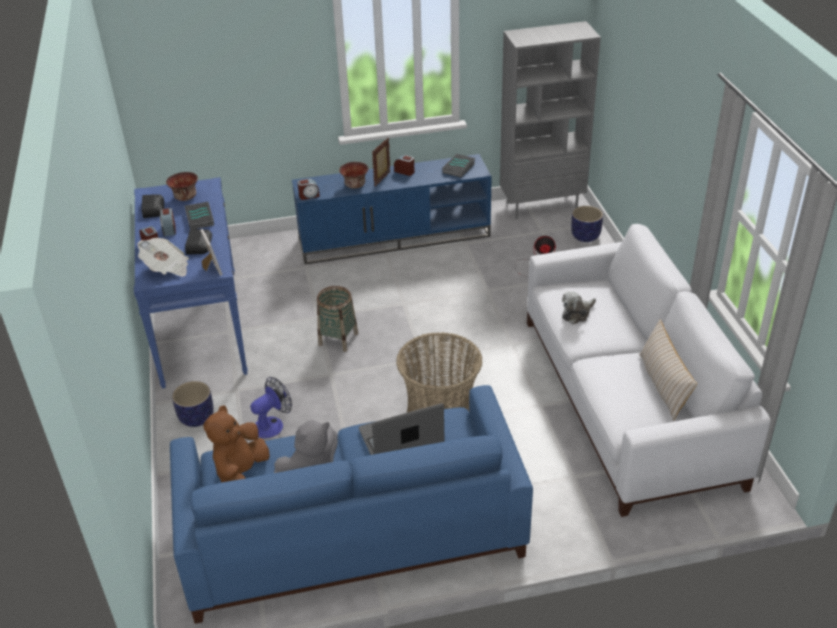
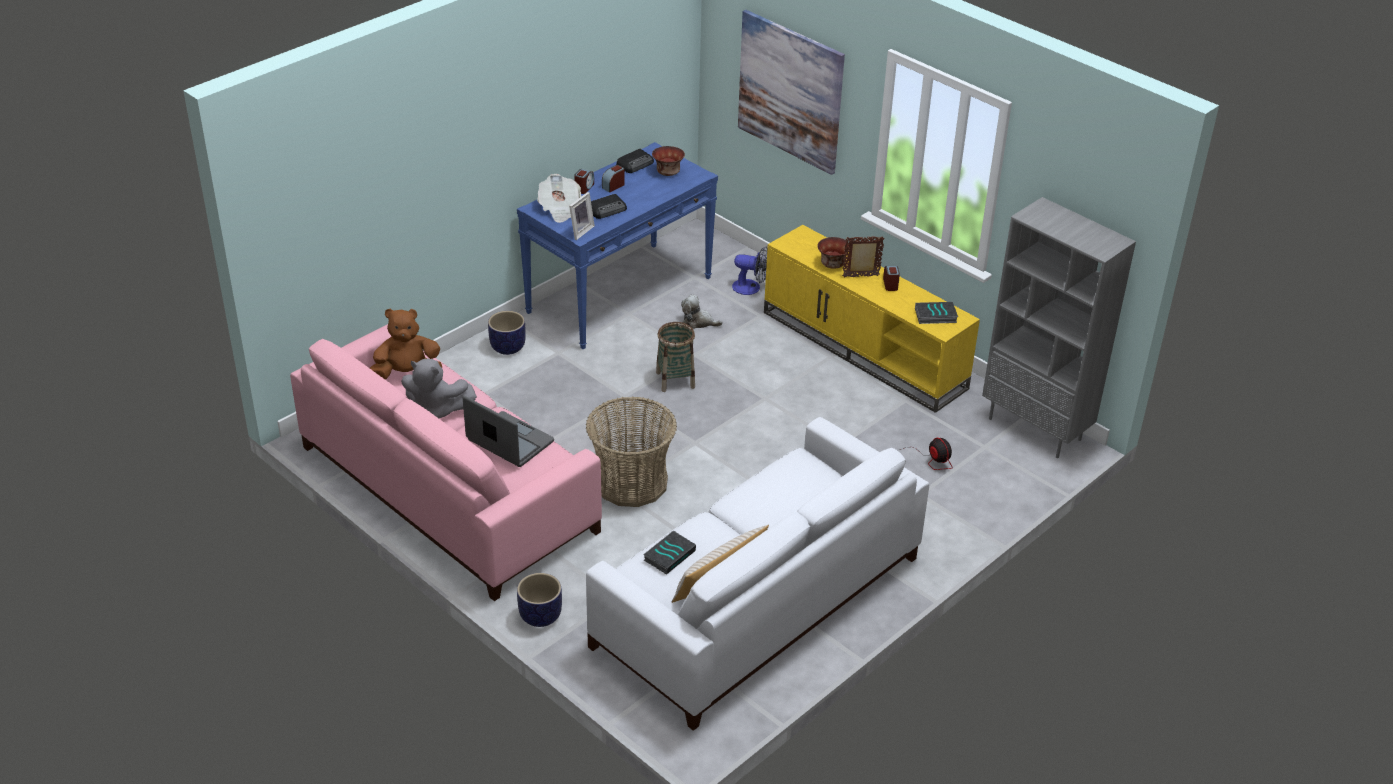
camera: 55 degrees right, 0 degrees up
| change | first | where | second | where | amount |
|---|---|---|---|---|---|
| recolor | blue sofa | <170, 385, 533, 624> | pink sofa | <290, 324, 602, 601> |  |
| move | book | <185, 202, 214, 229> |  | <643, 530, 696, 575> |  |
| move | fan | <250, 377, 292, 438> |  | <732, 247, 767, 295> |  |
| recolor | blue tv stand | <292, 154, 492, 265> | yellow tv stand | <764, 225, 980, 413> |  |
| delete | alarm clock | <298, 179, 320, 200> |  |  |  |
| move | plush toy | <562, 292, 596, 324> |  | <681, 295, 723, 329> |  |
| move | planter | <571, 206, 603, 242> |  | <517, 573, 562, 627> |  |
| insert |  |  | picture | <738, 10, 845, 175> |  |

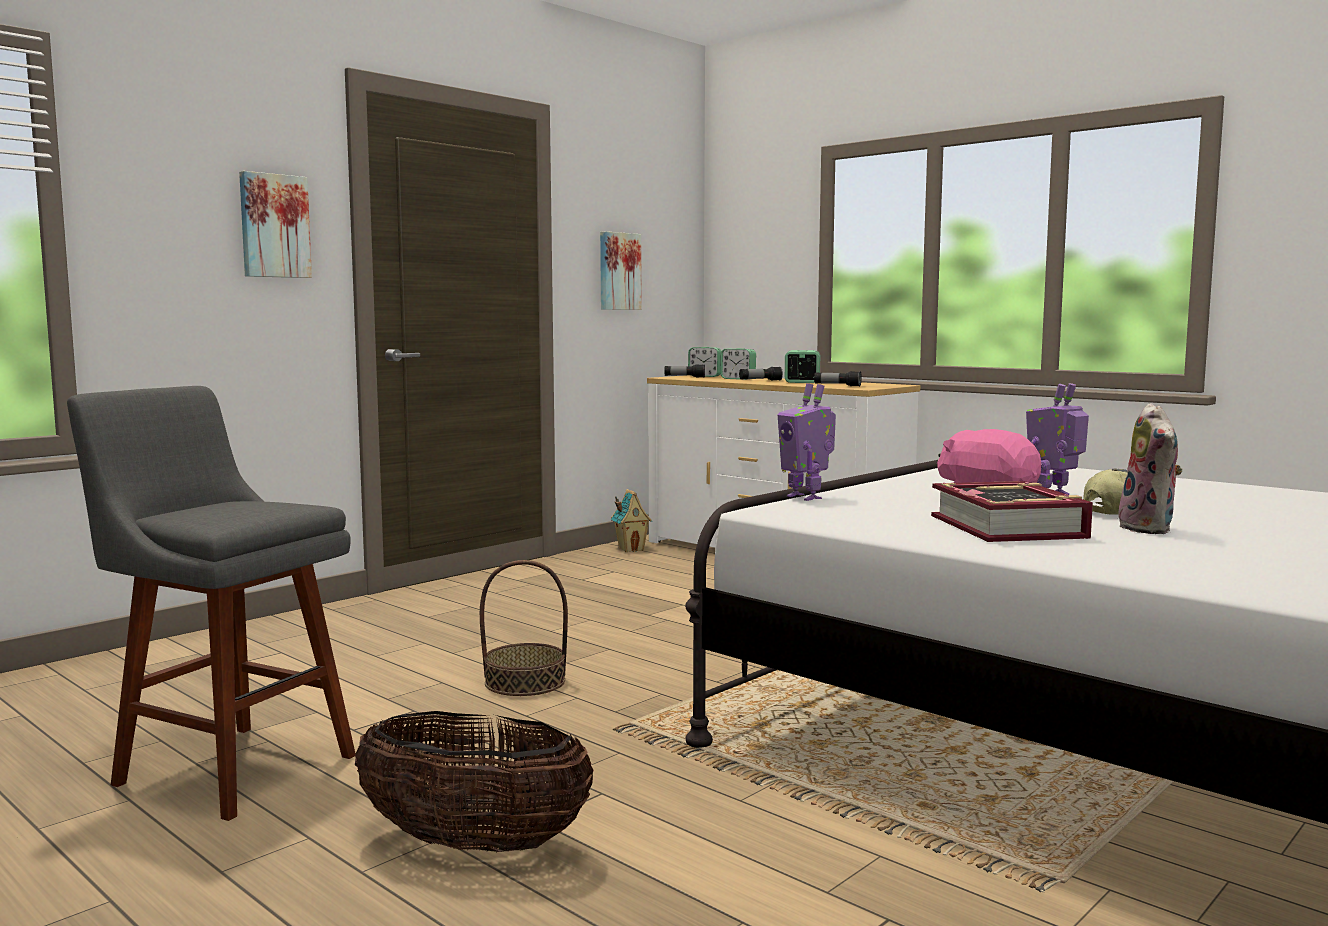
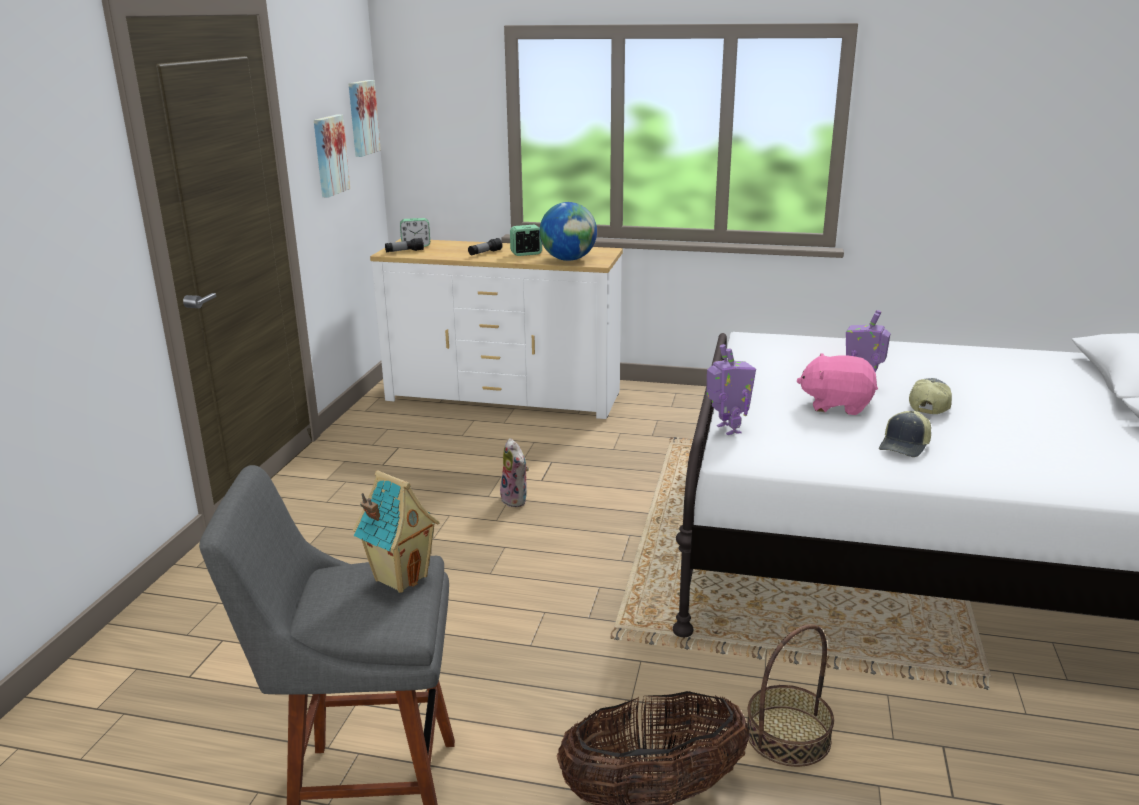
camera: 30 degrees left, 15 degrees up
| change | first | where | second | where | amount |
|---|---|---|---|---|---|
| move | picture | <239, 171, 312, 278> |  | <348, 80, 381, 157> |  |
| move | basket | <480, 560, 568, 696> |  | <747, 624, 834, 767> |  |
| move | toy house | <610, 489, 652, 552> |  | <353, 470, 440, 593> |  |
| delete | alarm clock | <720, 348, 756, 380> |  |  |  |
| rotate | toy robot | <778, 383, 836, 501> |  | <706, 344, 756, 435> | 135 degrees counterclockwise |
| replace | flashlight | <814, 371, 862, 386> | globe | <540, 202, 597, 261> |  |
| replace | book | <931, 481, 1093, 542> | cap | <879, 411, 931, 457> |  |
| move | plush toy | <1119, 403, 1182, 534> |  | <499, 438, 529, 507> |  |

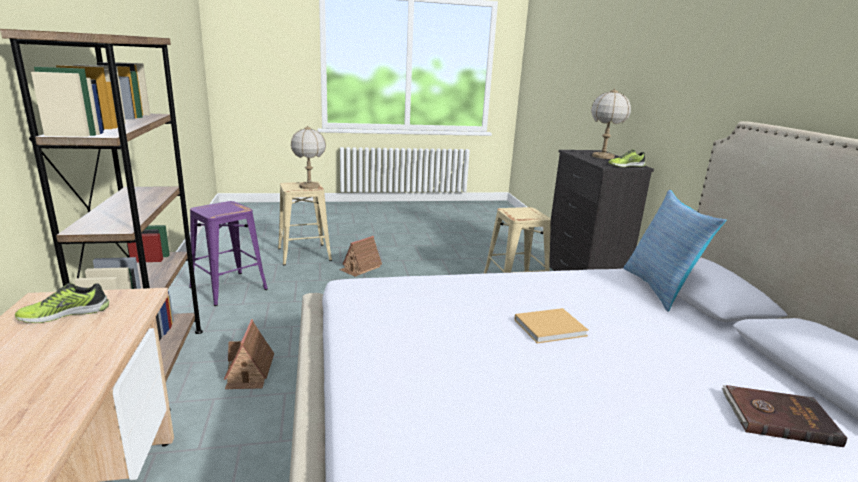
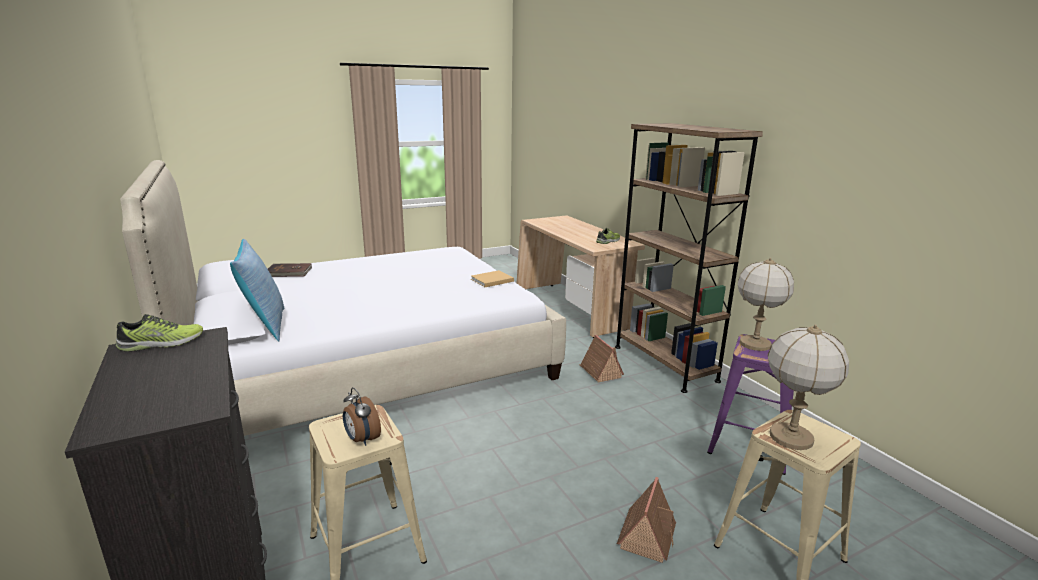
camera: 165 degrees right, 0 degrees up
| change | first | where | second | where | amount |
|---|---|---|---|---|---|
| move | beige book | <514, 308, 589, 343> |  | <471, 270, 514, 287> |  |
| move | table lamp | <591, 88, 631, 159> |  | <738, 258, 794, 351> |  |
| insert |  |  | alarm clock | <343, 387, 381, 446> |  |

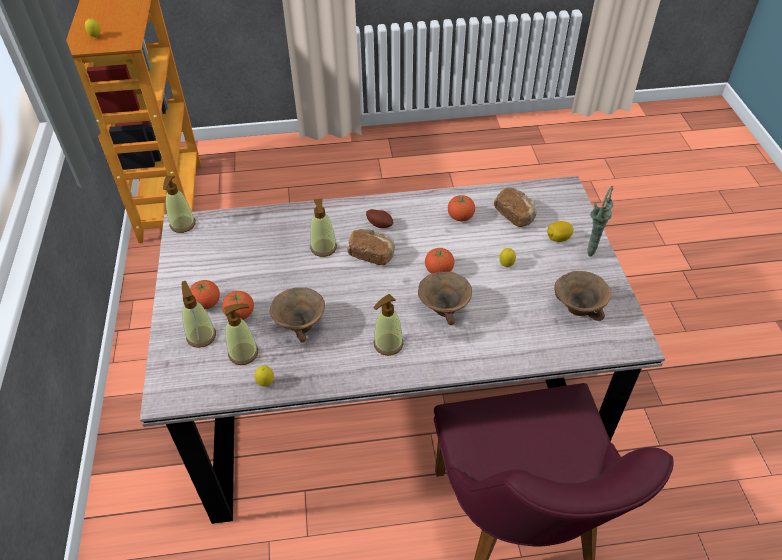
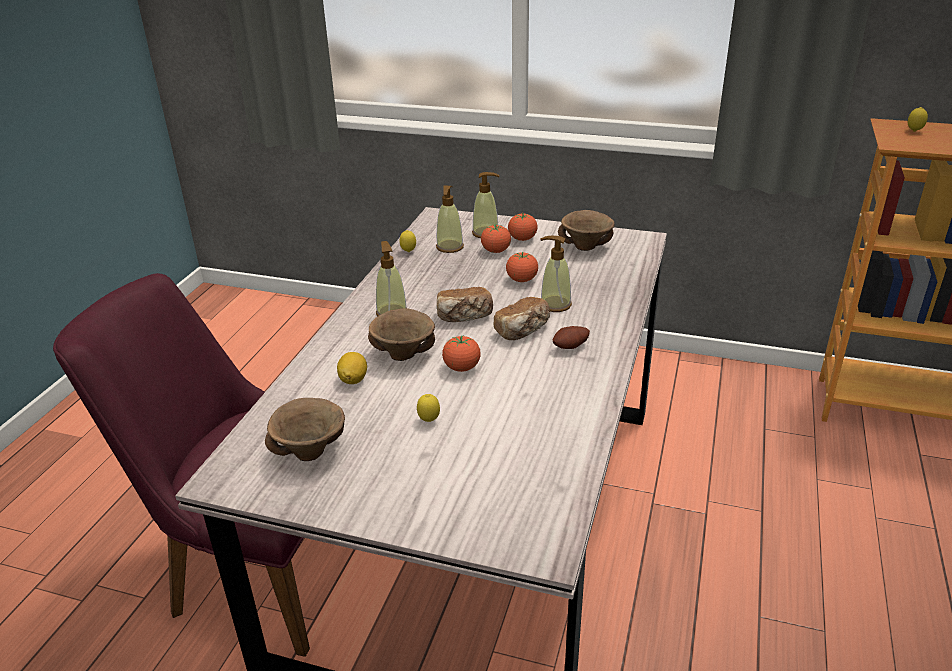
camera: 115 degrees right, 15 degrees down
| change | first | where | second | where | amount |
|---|---|---|---|---|---|
| delete | soap dispenser | <163, 176, 196, 233> |  |  |  |
| move | brown bowl | <270, 287, 325, 343> |  | <558, 210, 615, 251> |  |
| move | tomato | <448, 195, 475, 221> |  | <506, 252, 538, 282> |  |
| move | bread | <494, 187, 537, 227> |  | <437, 287, 493, 322> |  |
| move | lemon | <547, 221, 574, 242> |  | <337, 352, 367, 384> |  |
| delete | green vase | <587, 186, 613, 256> |  |  |  |

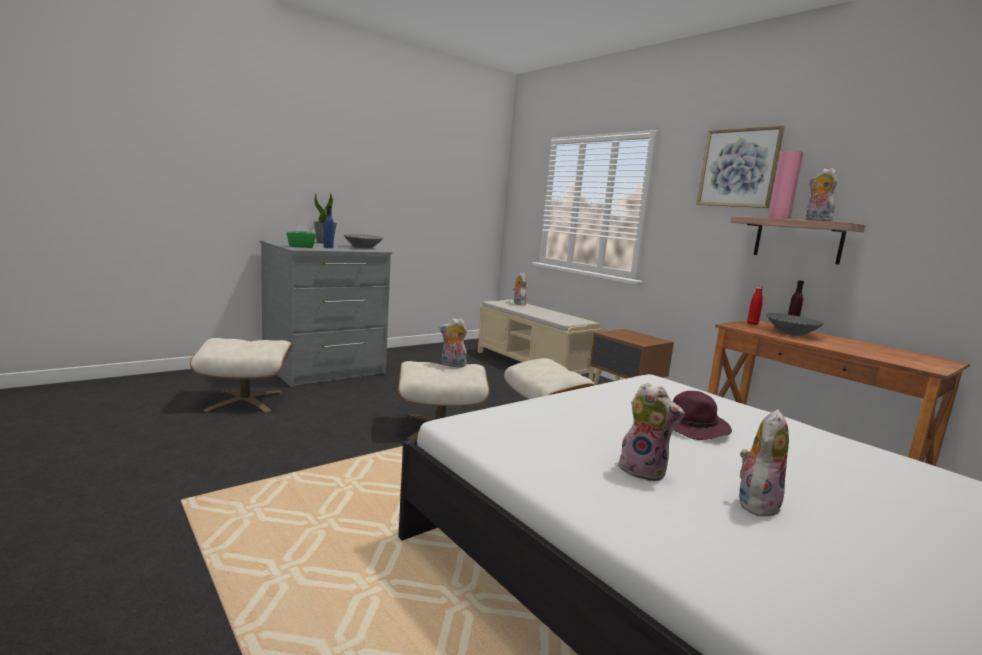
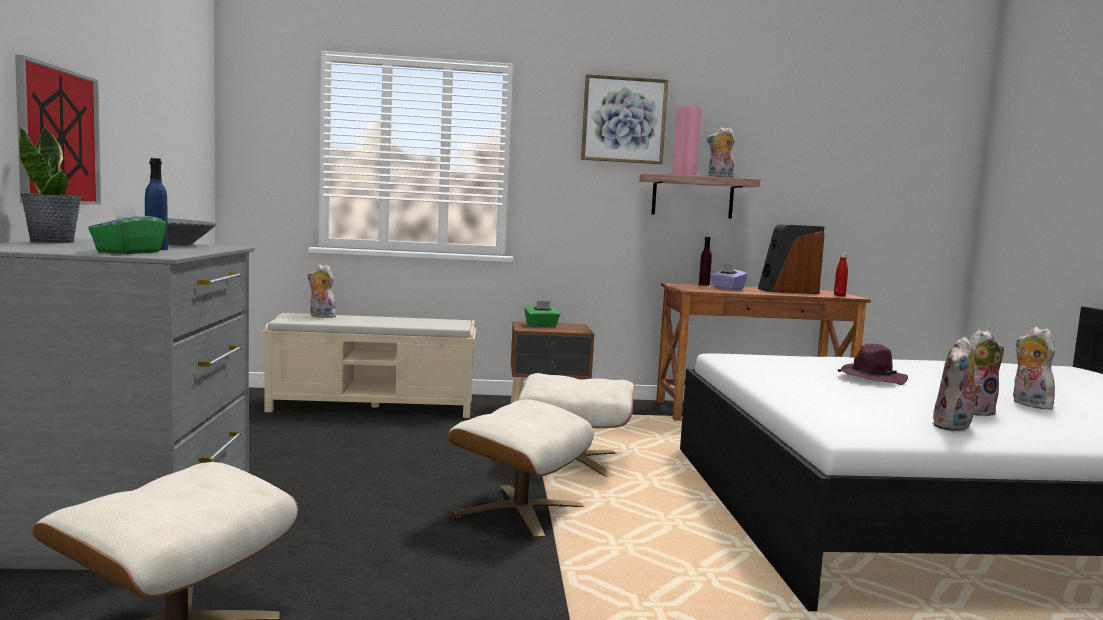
camera: 55 degrees left, 5 degrees down
| change | first | where | second | where | amount |
|---|---|---|---|---|---|
| move | plush toy | <440, 318, 467, 368> |  | <932, 337, 984, 432> |  |
| move | red bottle | <747, 285, 763, 325> |  | <834, 253, 848, 296> |  |
| replace | grey bowl | <766, 313, 823, 336> | purple tissue box | <710, 263, 747, 290> |  |
| insert |  |  | picture | <15, 55, 101, 205> |  |
| insert |  |  | green tissue box | <524, 301, 560, 327> |  |
| insert |  |  | speaker | <758, 224, 824, 294> |  |

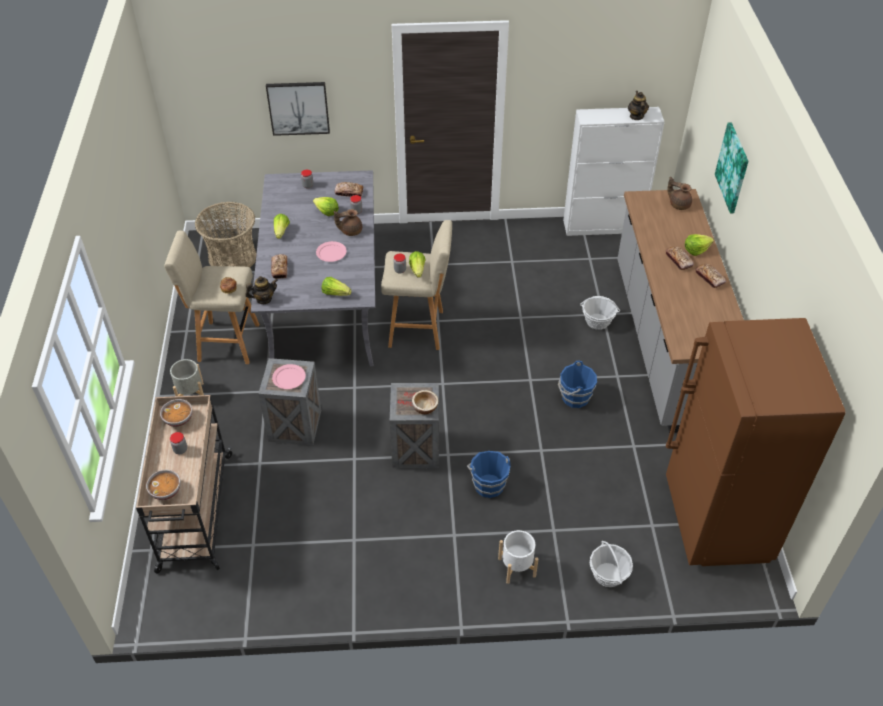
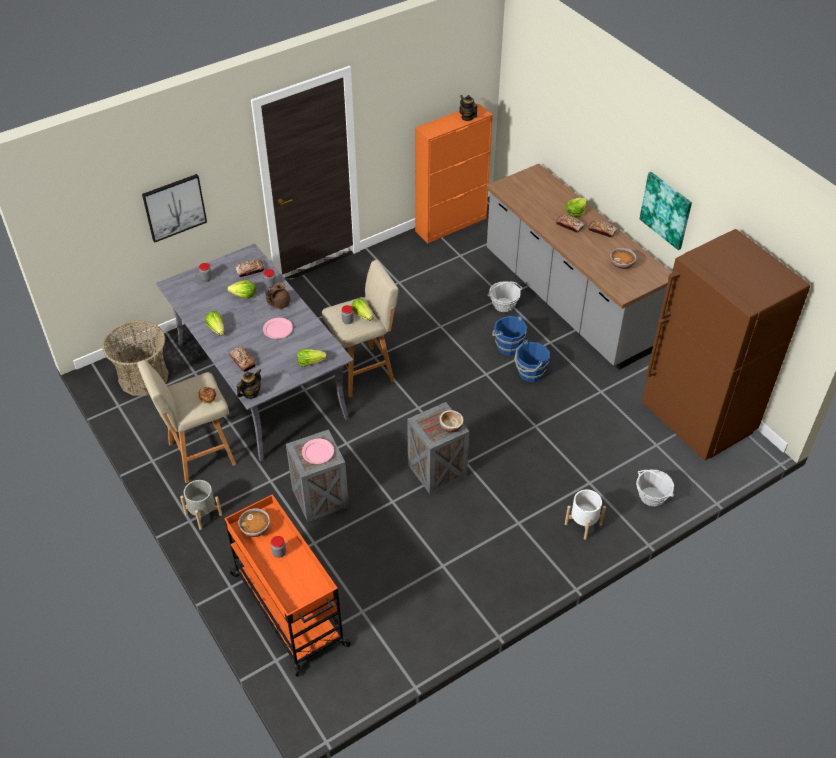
camera: 30 degrees left, 0 degrees up
| change | first | where | second | where | amount |
|---|---|---|---|---|---|
| recolor | beige cart | <136, 395, 233, 574> | orange cart | <224, 494, 351, 676> |  |
| move | bowl | <146, 470, 181, 500> |  | <610, 248, 636, 269> |  |
| move | blue bucket | <467, 451, 511, 498> |  | <492, 315, 527, 355> |  |
| recolor | white cabinet | <563, 107, 665, 236> | orange cabinet | <415, 104, 493, 243> |  |
| delete | brown teapot | <667, 177, 692, 210> |  |  |  |
| move | picture | <715, 122, 748, 213> |  | <639, 172, 692, 250> |  |

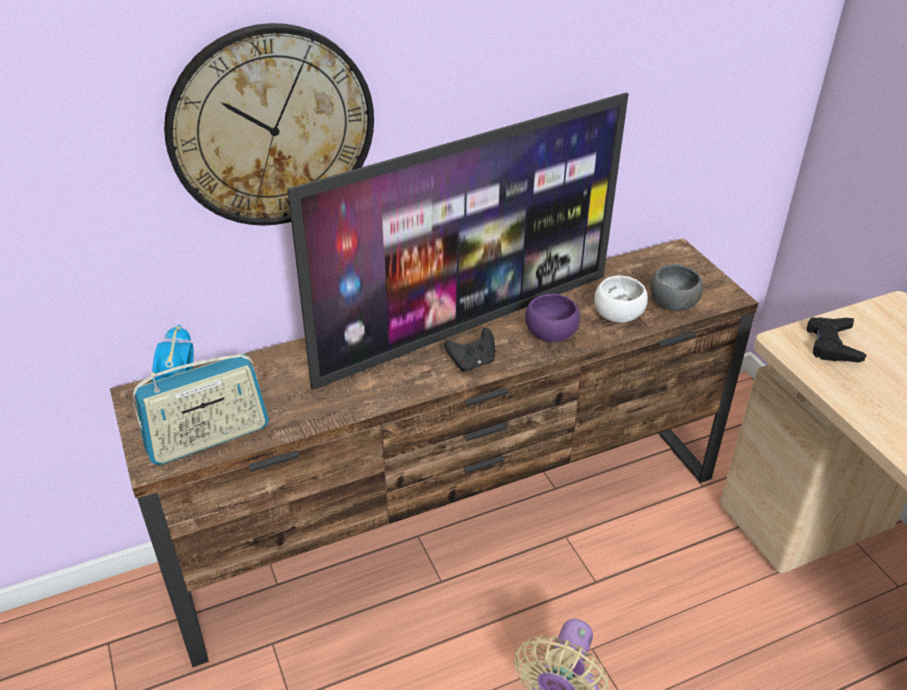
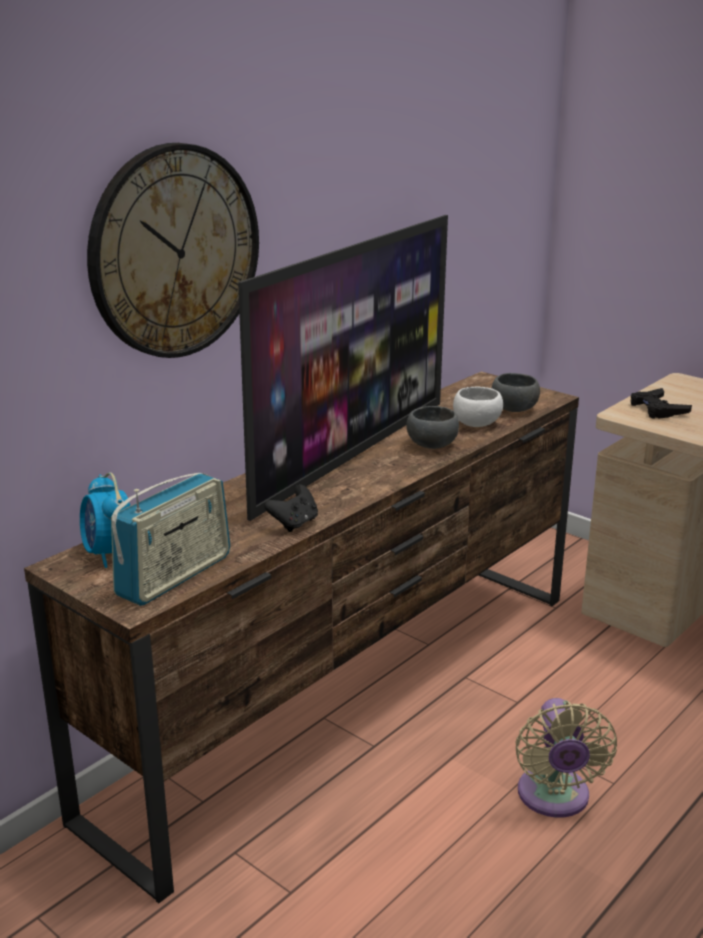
camera: 25 degrees left, 15 degrees down
| change | first | where | second | where | amount |
|---|---|---|---|---|---|
| move | black game controller | <444, 328, 495, 372> |  | <264, 484, 318, 532> |  |
| recolor | purple bowl | <525, 294, 580, 342> | grey bowl | <406, 406, 459, 449> |  |

